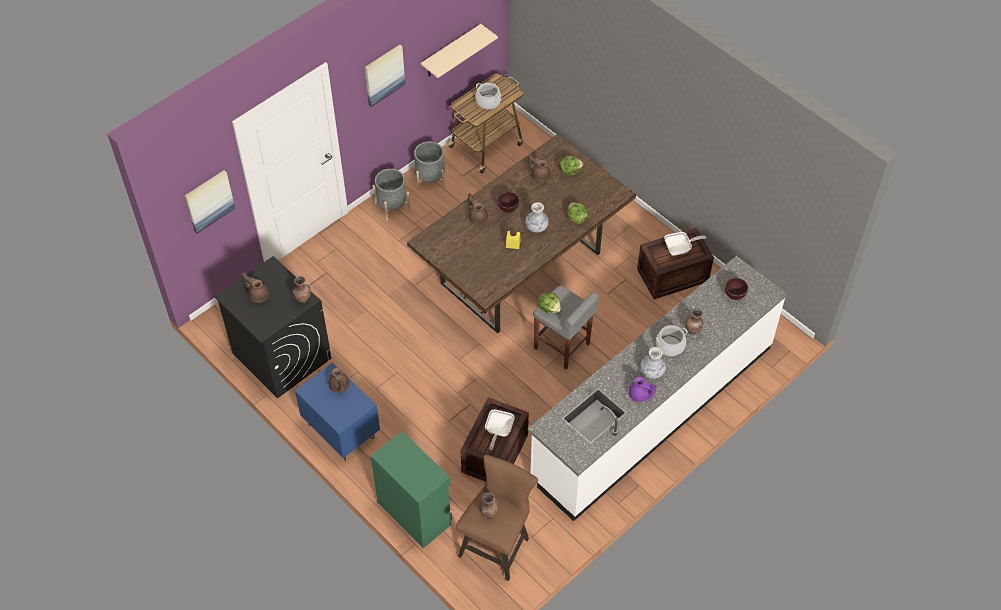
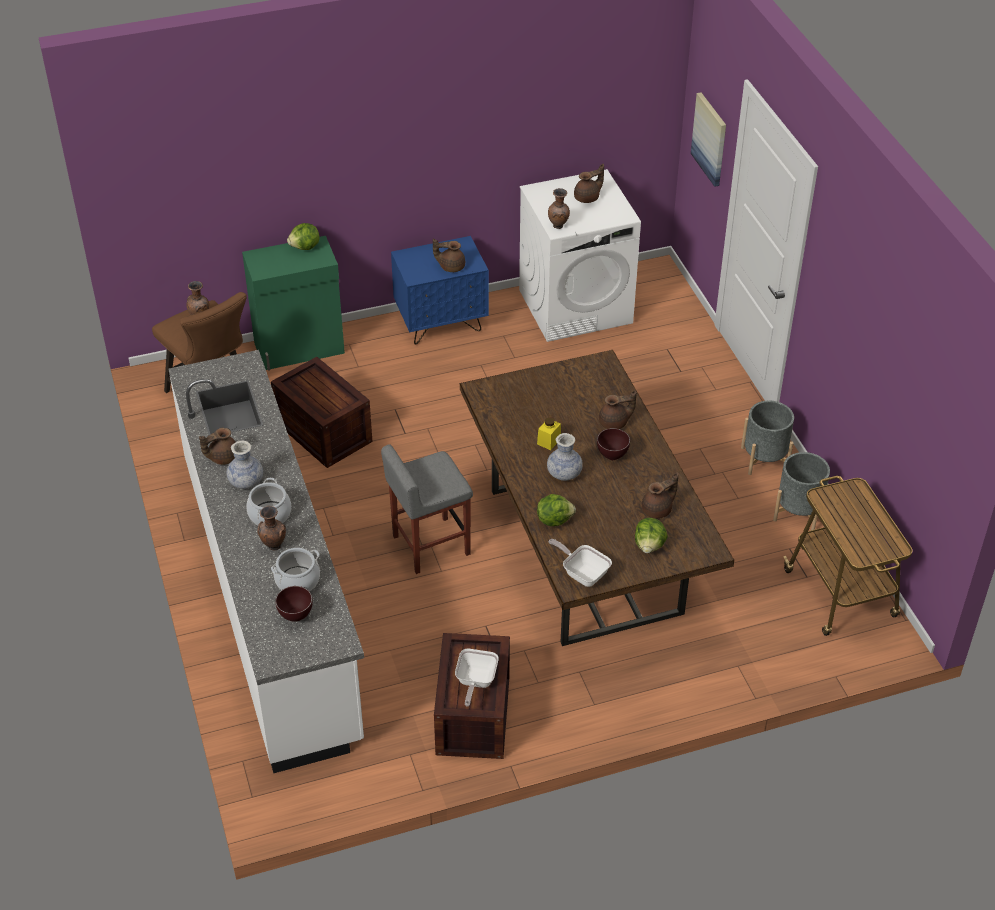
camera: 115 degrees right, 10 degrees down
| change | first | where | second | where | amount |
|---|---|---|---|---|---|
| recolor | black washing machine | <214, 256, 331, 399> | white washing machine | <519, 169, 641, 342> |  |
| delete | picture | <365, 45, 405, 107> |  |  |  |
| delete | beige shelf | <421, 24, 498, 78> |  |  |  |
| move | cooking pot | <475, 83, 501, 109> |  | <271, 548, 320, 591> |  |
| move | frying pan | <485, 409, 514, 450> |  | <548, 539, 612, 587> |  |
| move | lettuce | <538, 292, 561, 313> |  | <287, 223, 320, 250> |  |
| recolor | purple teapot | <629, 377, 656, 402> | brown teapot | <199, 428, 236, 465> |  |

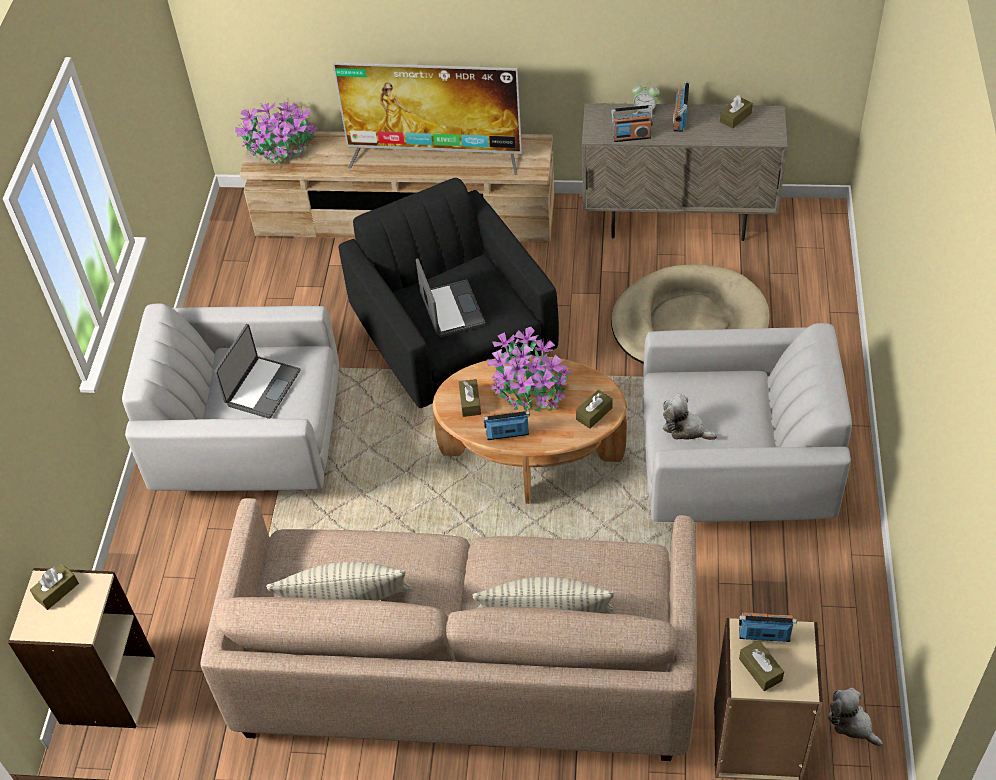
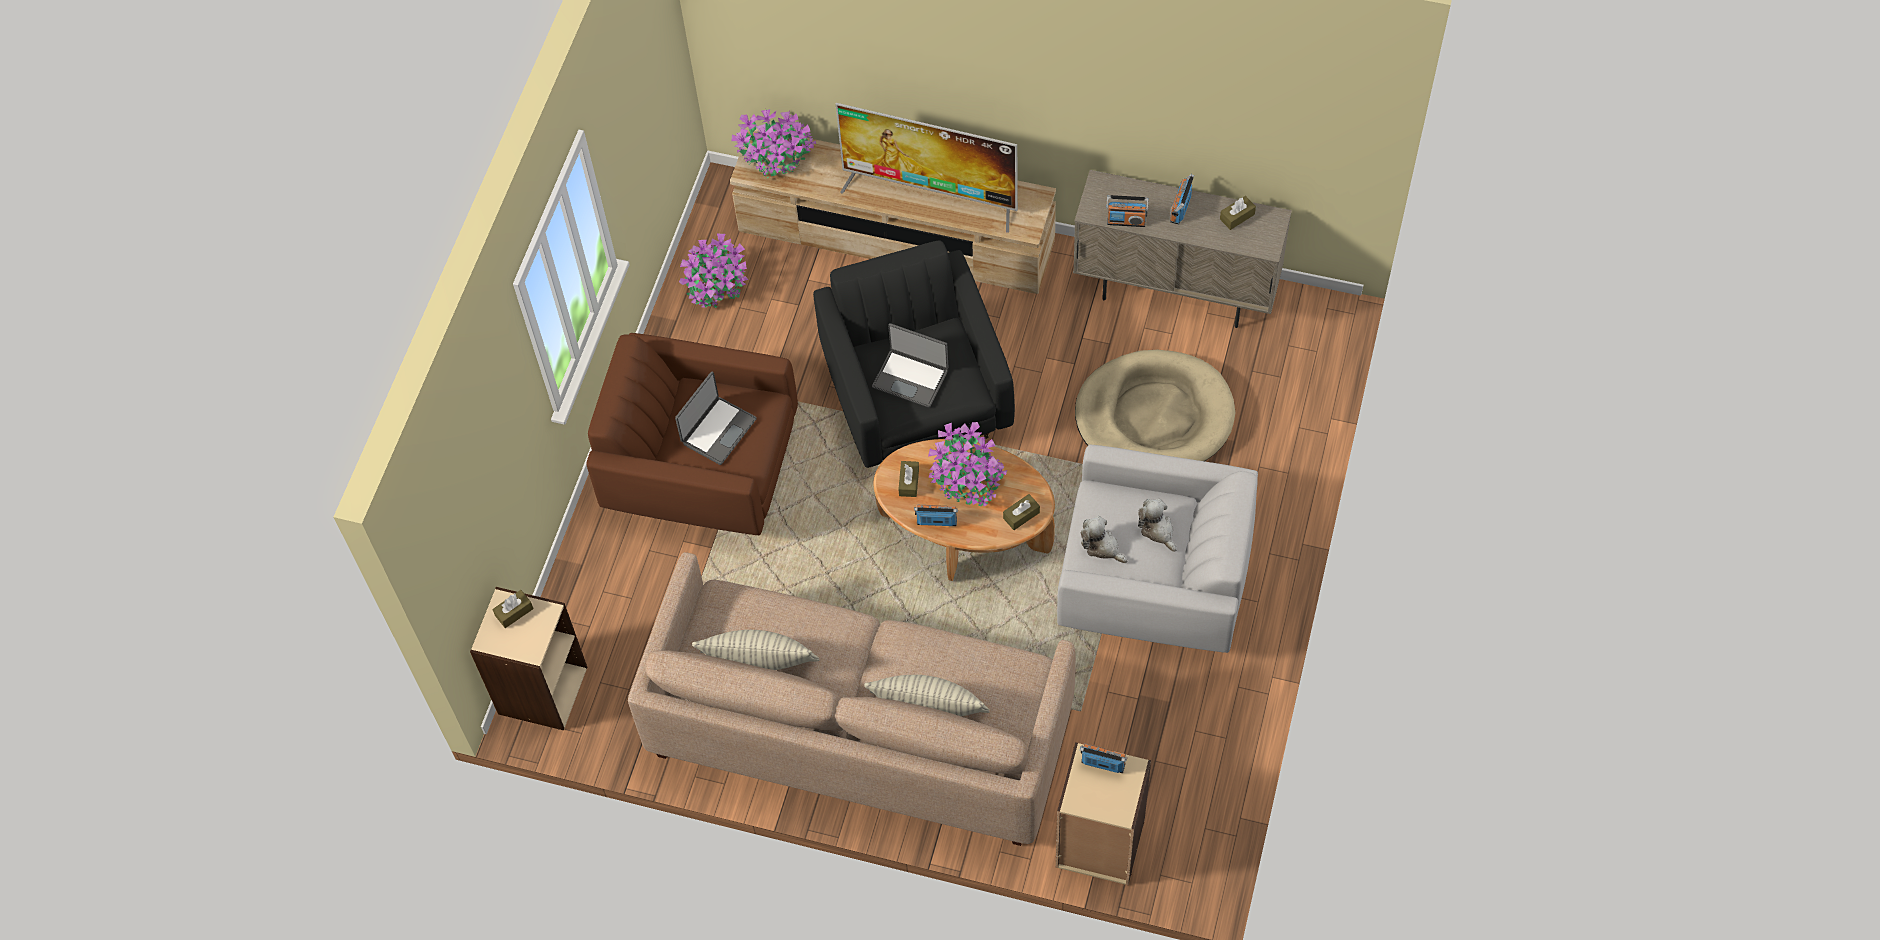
camera: 10 degrees right, 10 degrees up
| change | first | where | second | where | amount |
|---|---|---|---|---|---|
| recolor | white armchair | <122, 303, 339, 491> | brown armchair | <586, 333, 798, 535> |  |
| rotate | laptop | <416, 258, 485, 337> |  | <872, 323, 949, 407> | 120 degrees clockwise |
| delete | alarm clock | <632, 83, 660, 116> |  |  |  |
| delete | brown tissue box | <739, 640, 784, 691> |  |  |  |
| move | plush toy | <827, 688, 883, 747> |  | <1138, 499, 1177, 552> |  |
| insert |  |  | potted plant | <679, 234, 748, 308> |  |

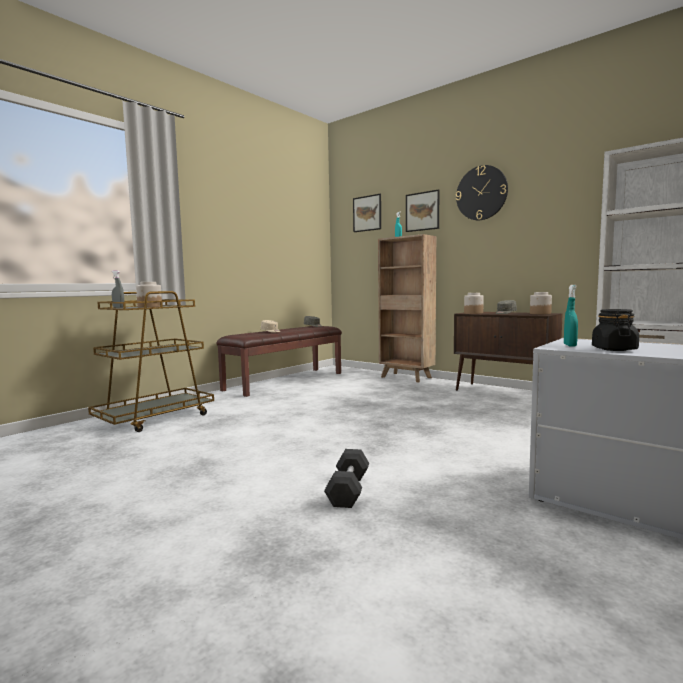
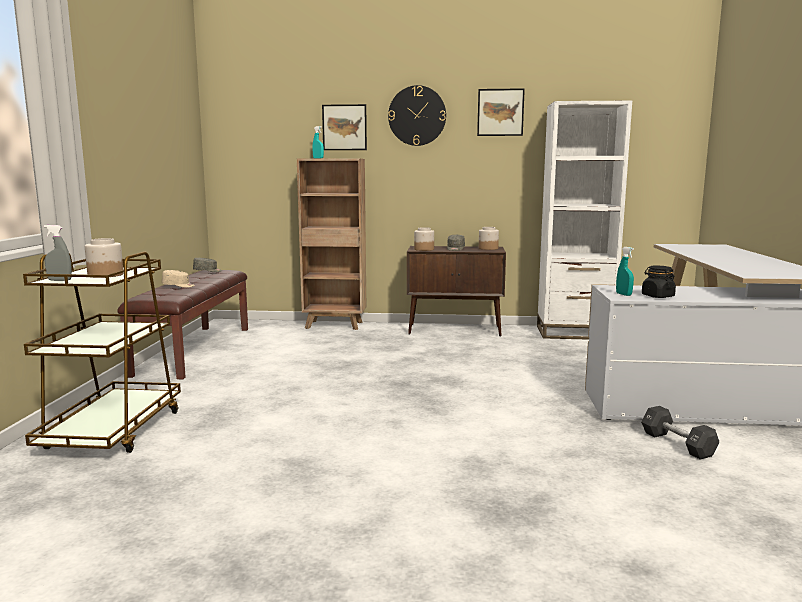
camera: 35 degrees left, 5 degrees up
| change | first | where | second | where | amount |
|---|---|---|---|---|---|
| move | black dumbbell | <324, 449, 369, 508> |  | <641, 406, 719, 460> |  |
| move | picture | <353, 194, 381, 232> |  | <477, 88, 525, 136> |  |

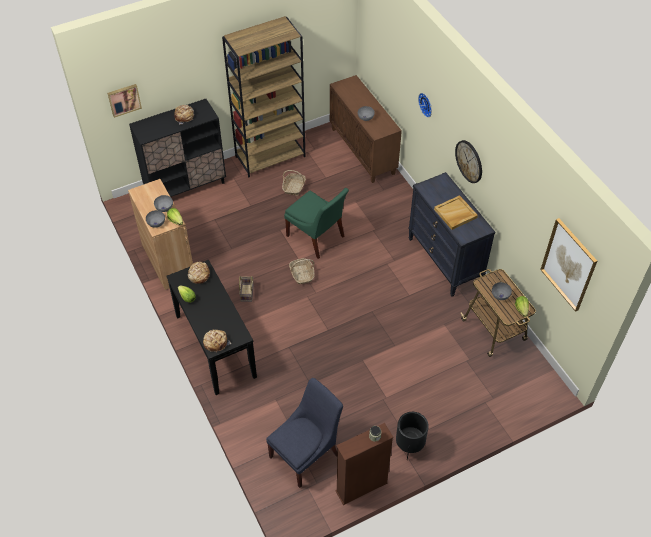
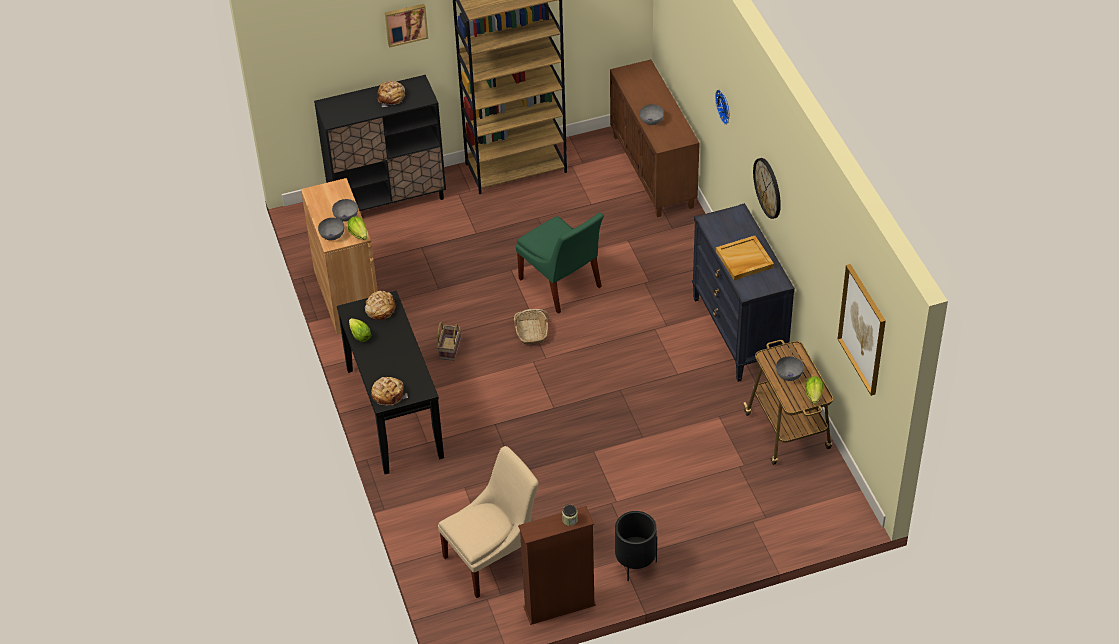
camera: 10 degrees right, 5 degrees down
| change | first | where | second | where | amount |
|---|---|---|---|---|---|
| move | picture | <107, 84, 142, 118> |  | <385, 4, 428, 48> |  |
| recolor | blue chair | <266, 378, 343, 488> | beige chair | <438, 446, 539, 598> |  |
| delete | basket | <282, 170, 306, 196> |  |  |  |

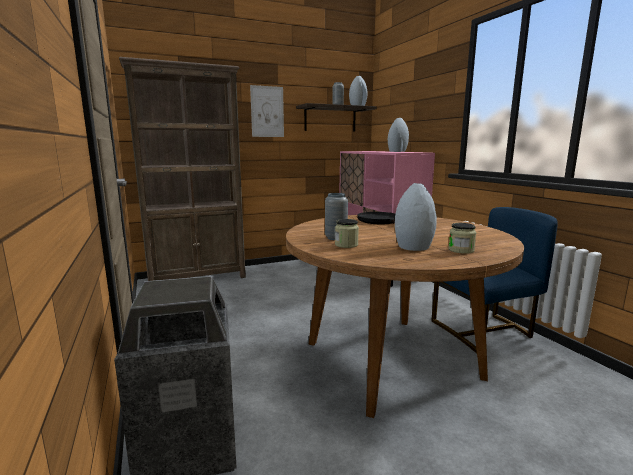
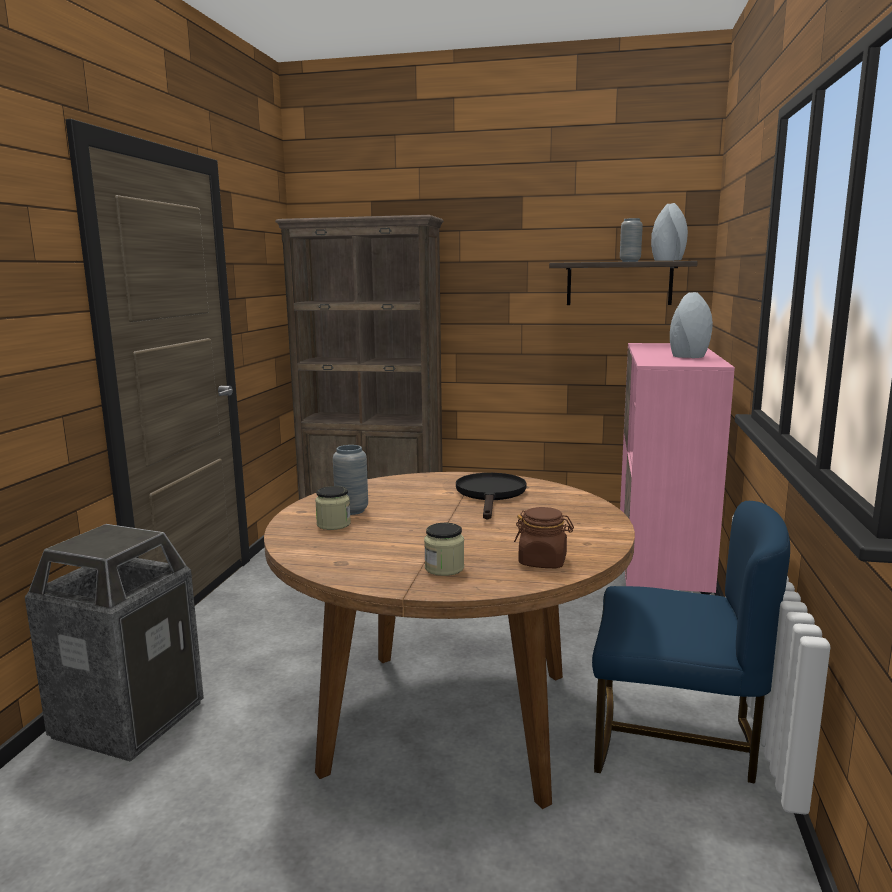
camera: 35 degrees right, 0 degrees up
| change | first | where | second | where | amount |
|---|---|---|---|---|---|
| delete | picture | <250, 85, 284, 137> |  |  |  |
| delete | grey vase | <395, 183, 437, 251> |  |  |  |
| insert |  |  | brown jar | <514, 507, 574, 568> |  |

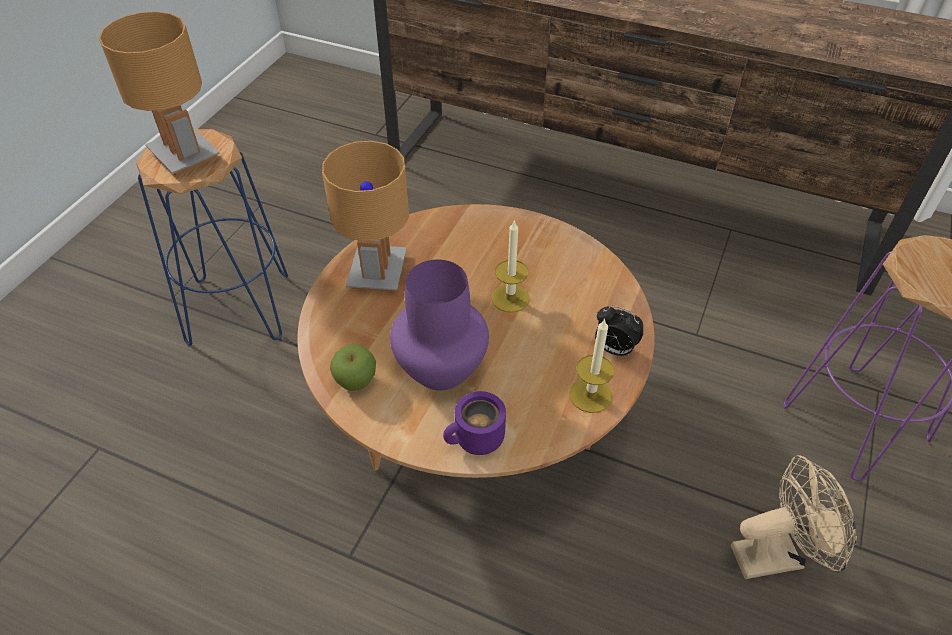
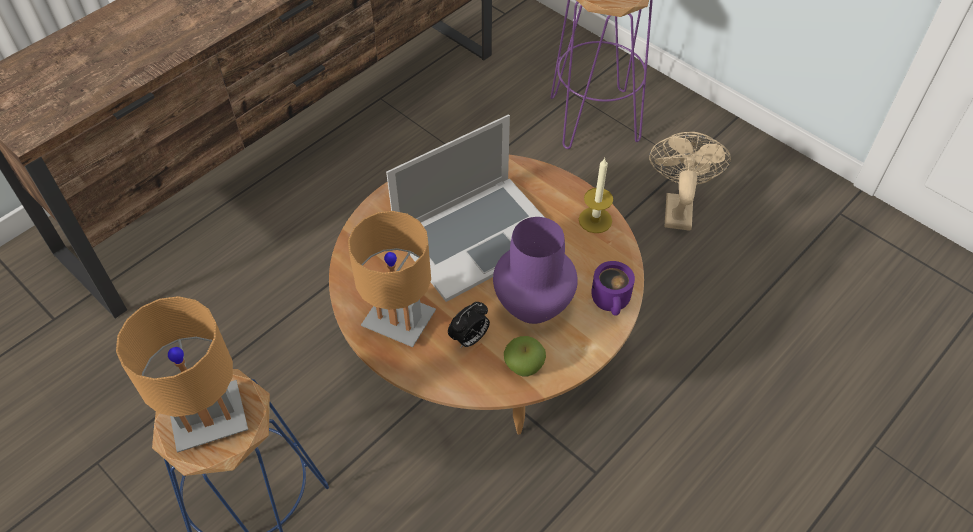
camera: 70 degrees left, 5 degrees up
| change | first | where | second | where | amount |
|---|---|---|---|---|---|
| replace | candle | <492, 219, 530, 313> | laptop | <386, 115, 545, 302> |  |
| move | alarm clock | <595, 306, 644, 356> |  | <448, 302, 490, 348> |  |

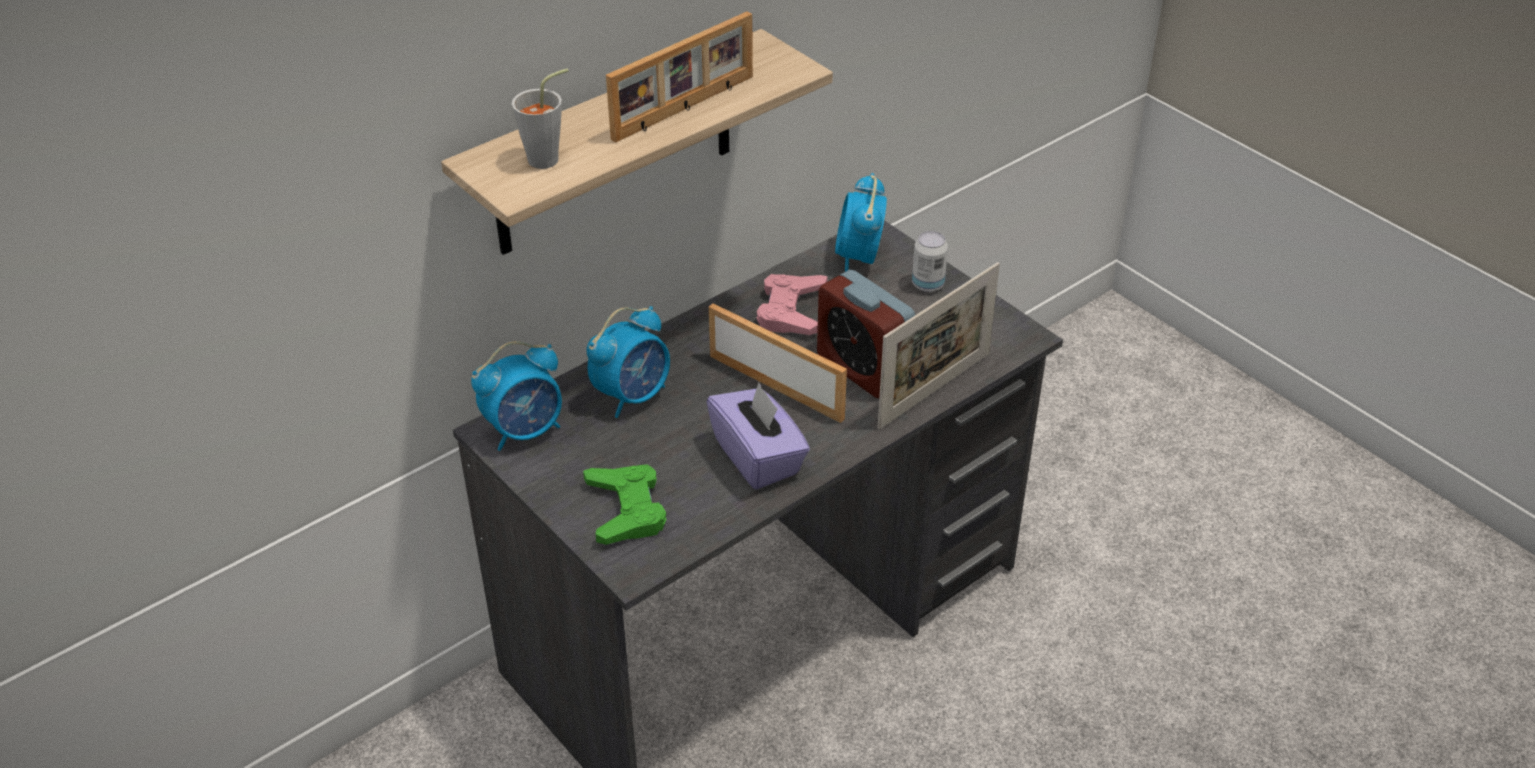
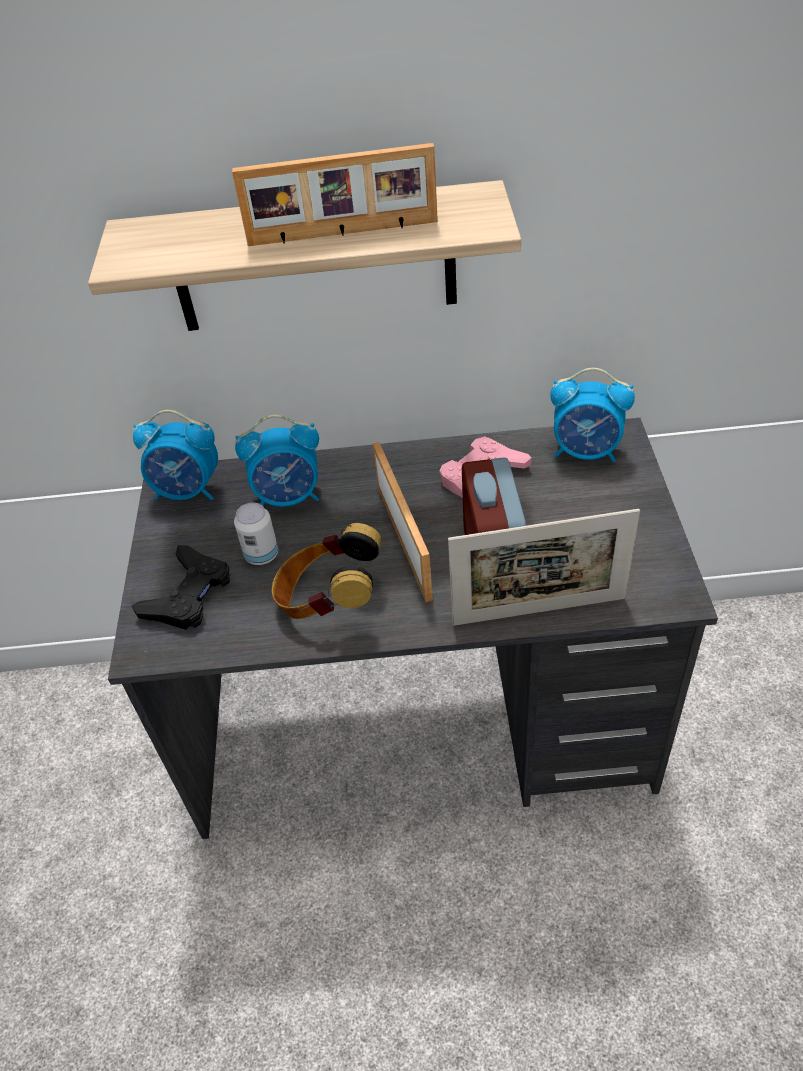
camera: 40 degrees right, 5 degrees up
| change | first | where | second | where | amount |
|---|---|---|---|---|---|
| delete | grey cup | <512, 68, 568, 169> |  |  |  |
| recolor | green game controller | <583, 464, 666, 545> | black game controller | <131, 545, 230, 630> |  |
| replace | purple tissue box | <707, 383, 810, 490> | headphones | <272, 523, 381, 619> |  |
| rotate | alarm clock | <835, 173, 887, 272> |  | <550, 368, 635, 462> | 120 degrees counterclockwise |
| move | can | <912, 231, 948, 292> |  | <234, 502, 278, 565> |  |

